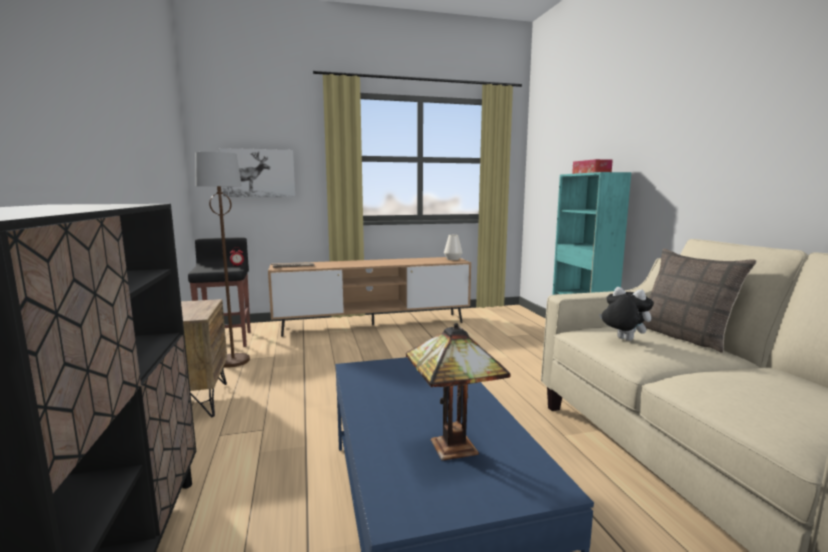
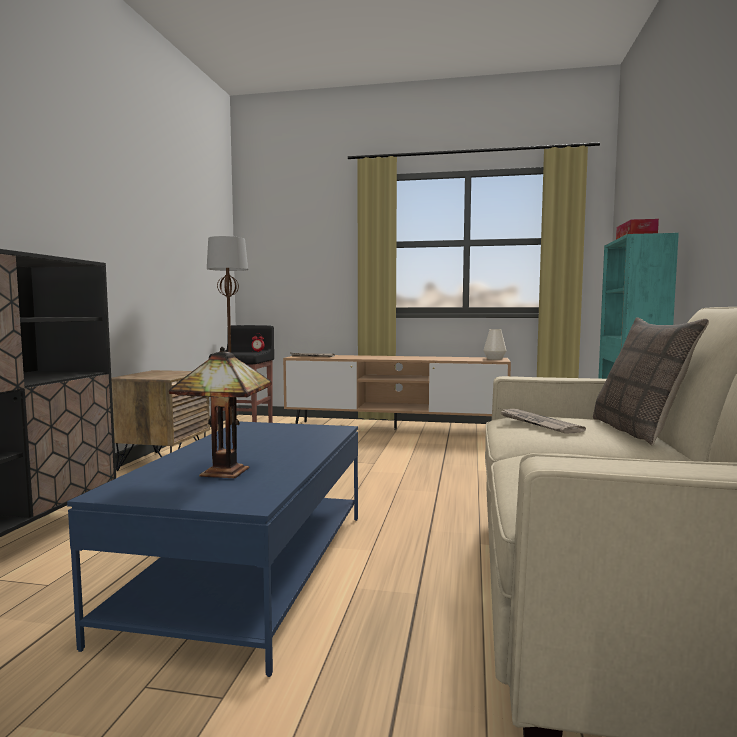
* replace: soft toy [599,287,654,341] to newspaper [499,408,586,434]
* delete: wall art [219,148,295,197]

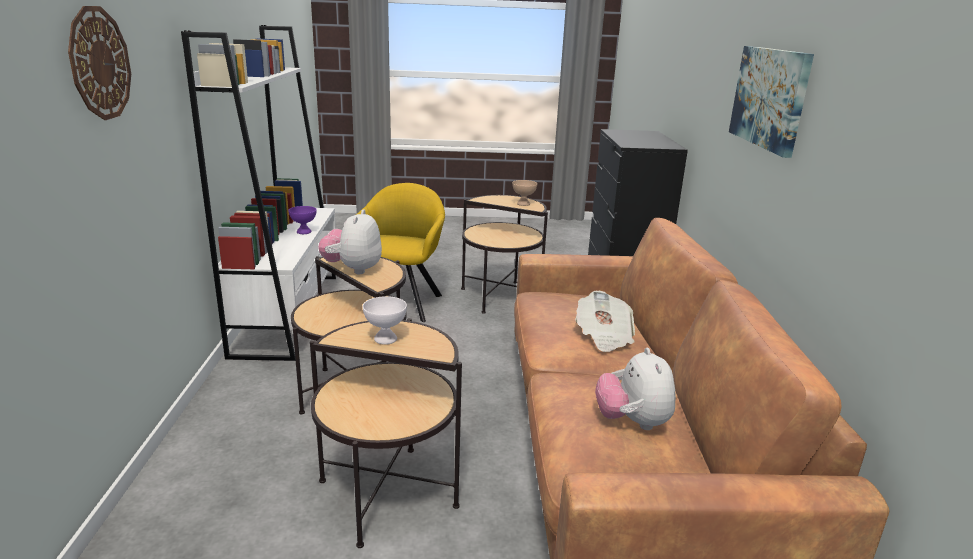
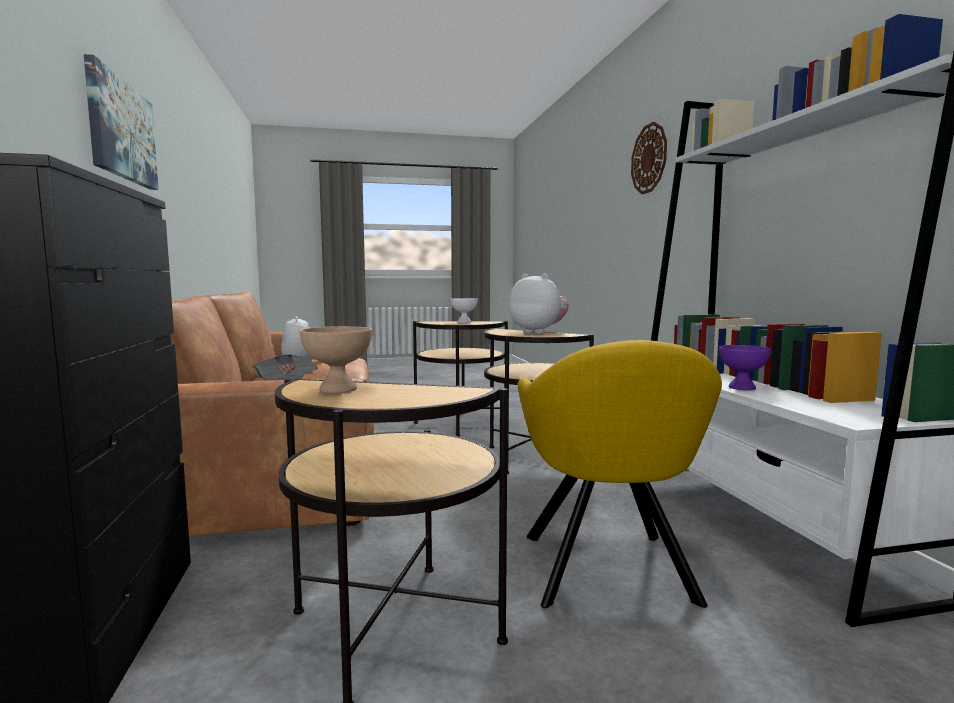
* rotate: soft toy [318,209,382,274] = [509,273,569,334] 45 degrees counterclockwise

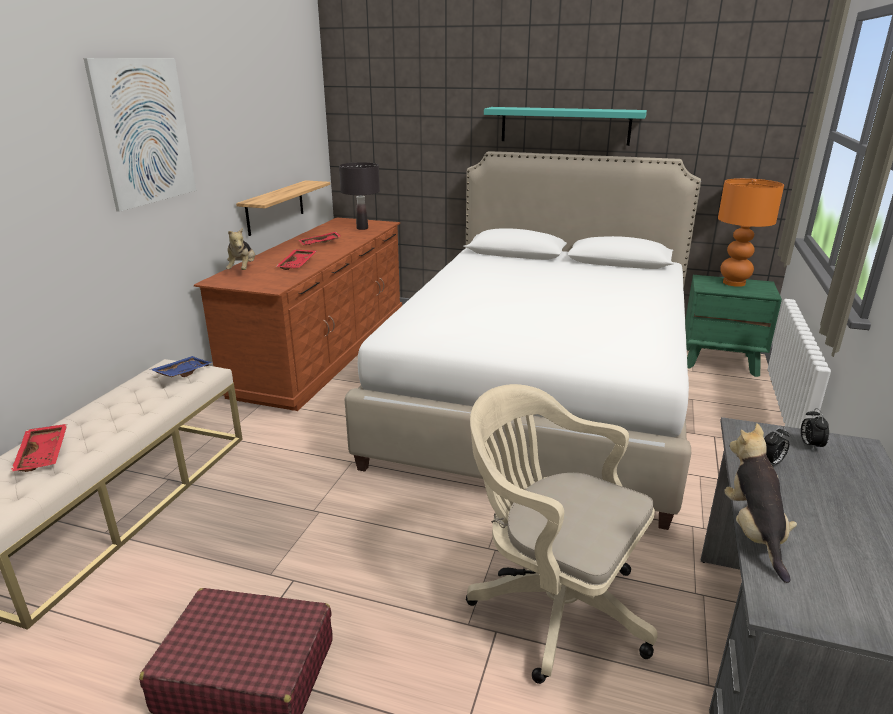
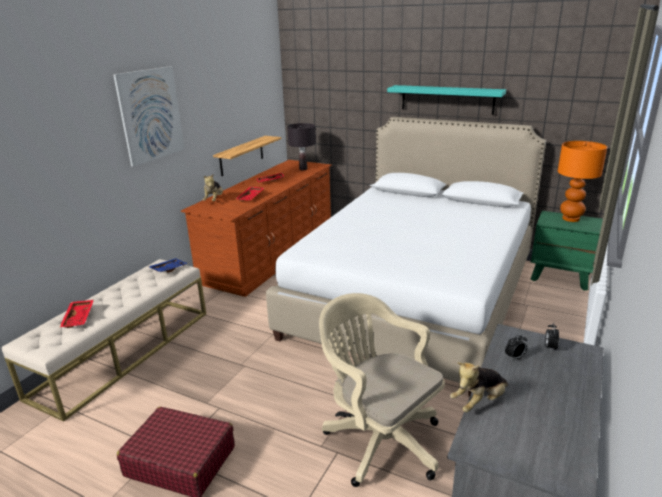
* rotate: soft toy [724,423,797,583] = [450,362,508,413] 135 degrees counterclockwise

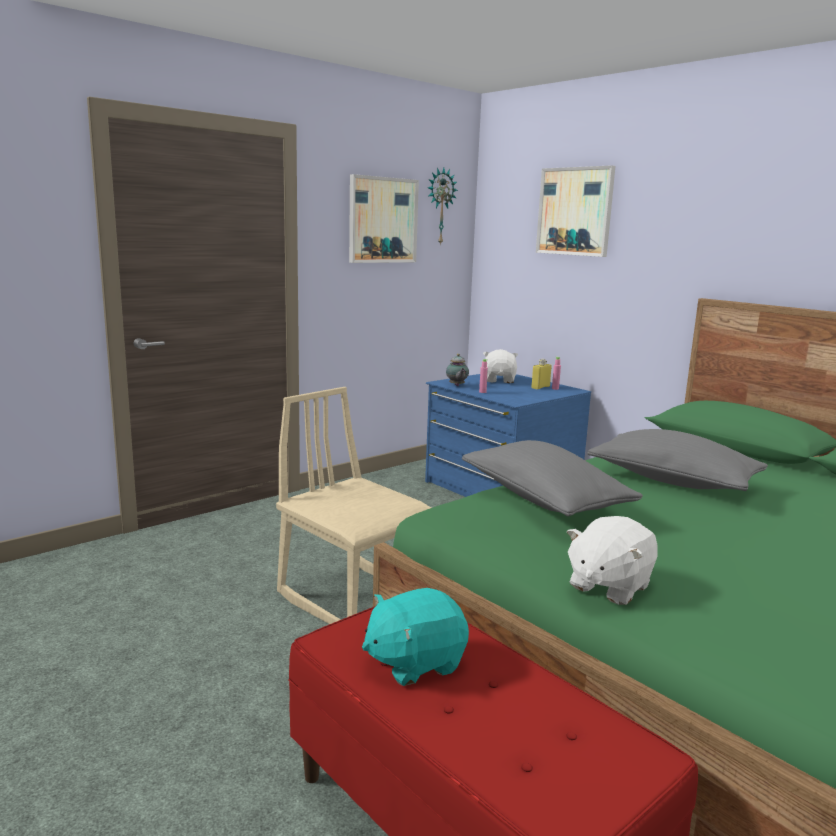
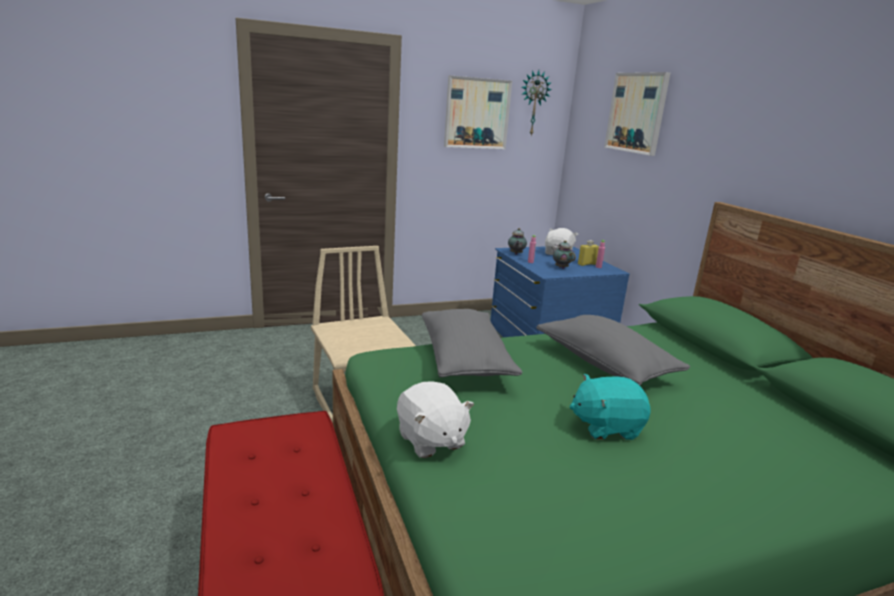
* rotate: white soft toy [567,516,657,605] = [397,382,474,458] 90 degrees counterclockwise
* insert: tea pot [551,240,576,269]
* move: turquoise soft toy [362,588,469,686] to [570,374,651,440]

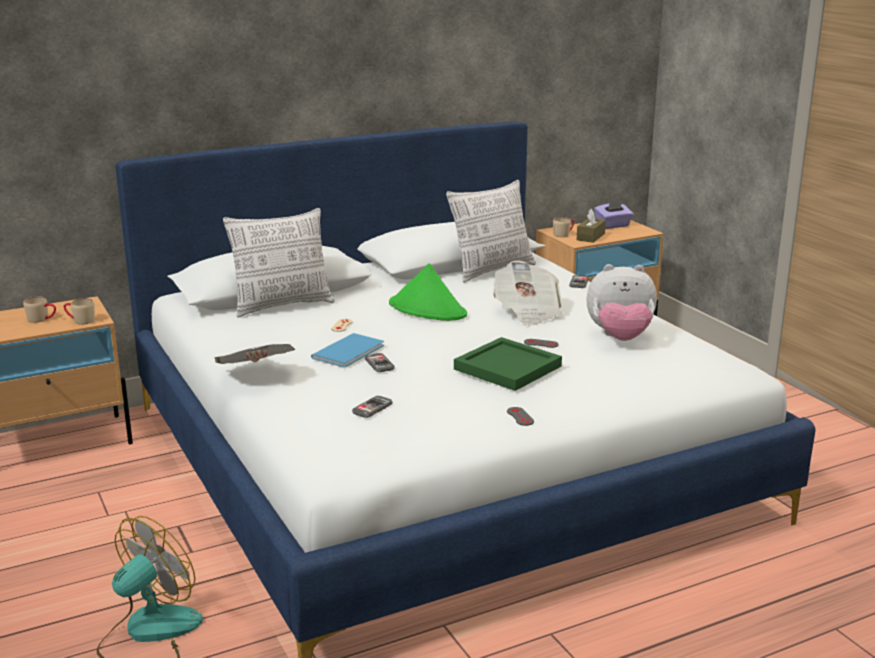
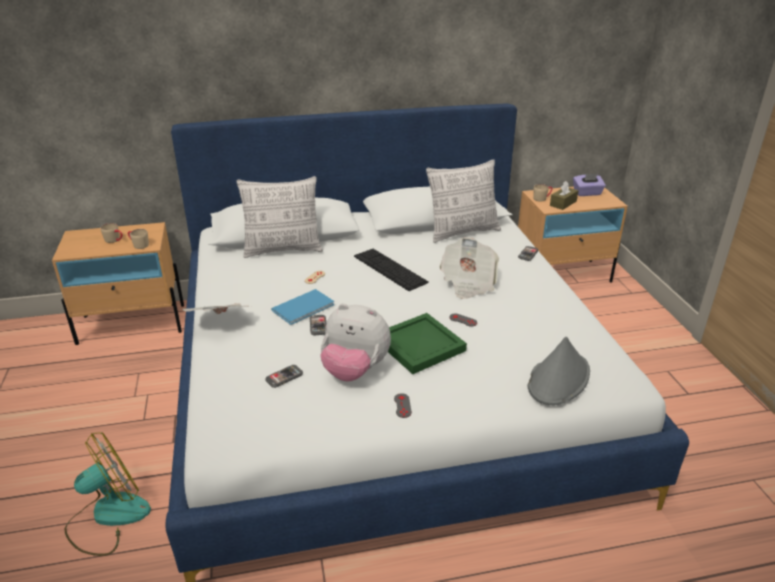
* move: soft toy [586,264,657,341] to [320,304,391,381]
* replace: green-coloured wearable hat [389,263,467,321] to PC keyboard [354,249,429,291]
* insert: greyish wearable hat [528,337,590,405]

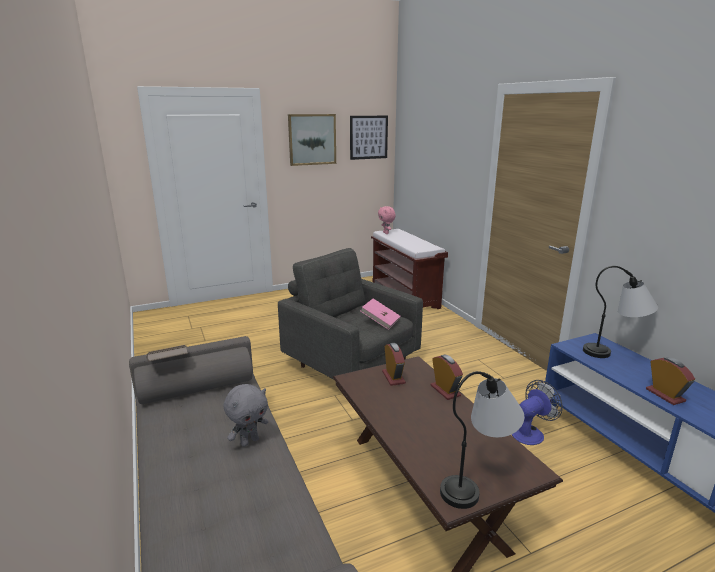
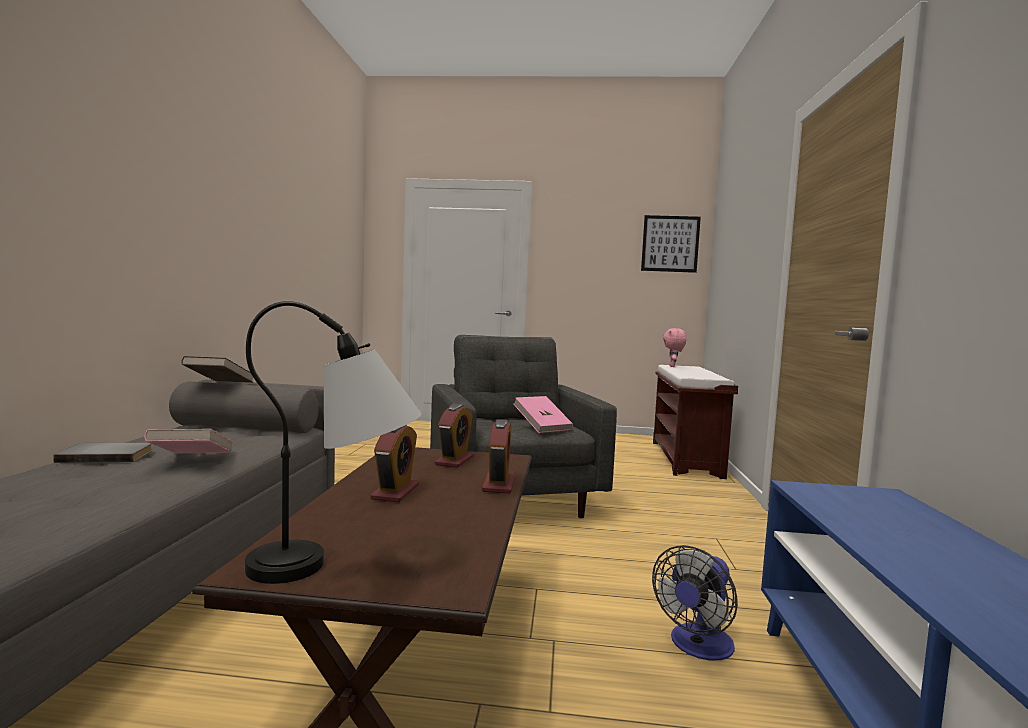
* insert: greyish volume [53,443,152,463]
* replace: greyish soft toy [224,384,268,447] to pinkish volume [144,429,233,453]
* move: table clock [646,357,695,405] to [370,425,419,502]
* rotate: fan [512,380,563,445] = [652,545,738,661] 135 degrees clockwise
* delete: wall art [288,114,336,166]
* delete: tabletop lamp [583,266,658,358]

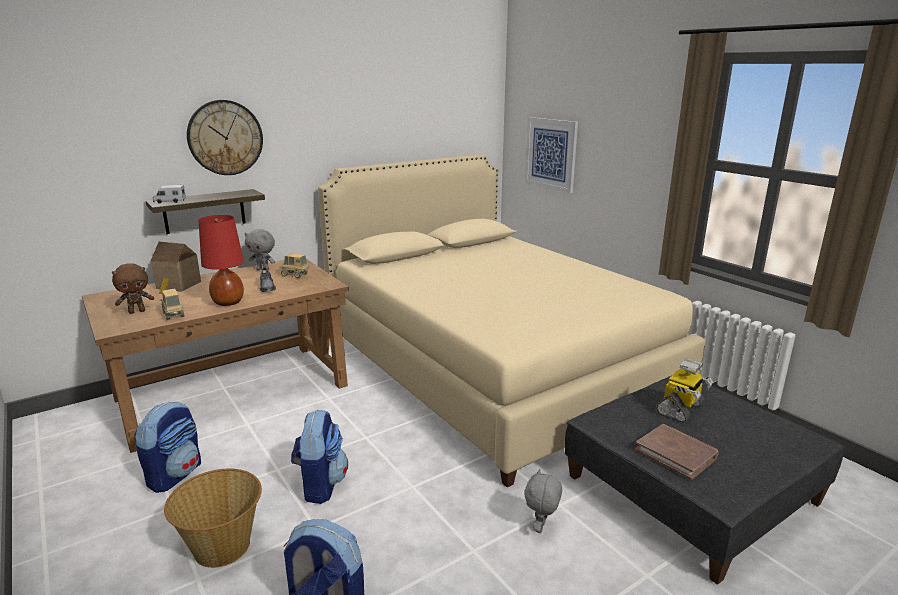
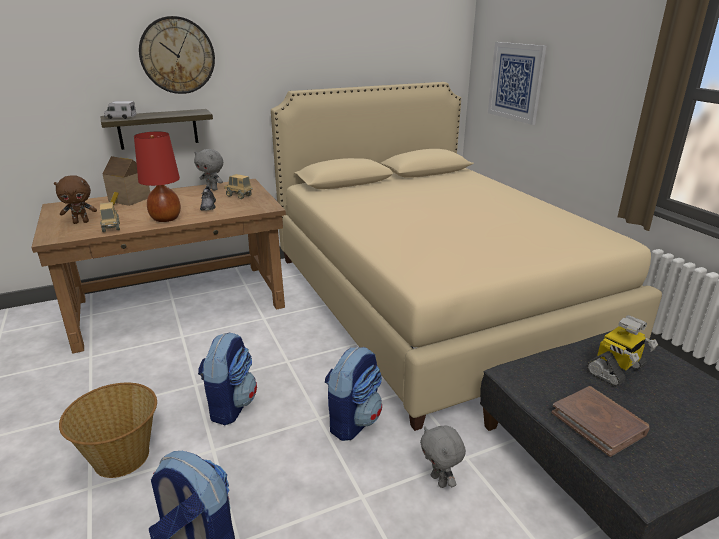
* move: backpack [134,402,201,493] to [325,347,382,441]
* rotate: greyish soft toy [524,469,562,533] = [420,426,466,488] 60 degrees counterclockwise

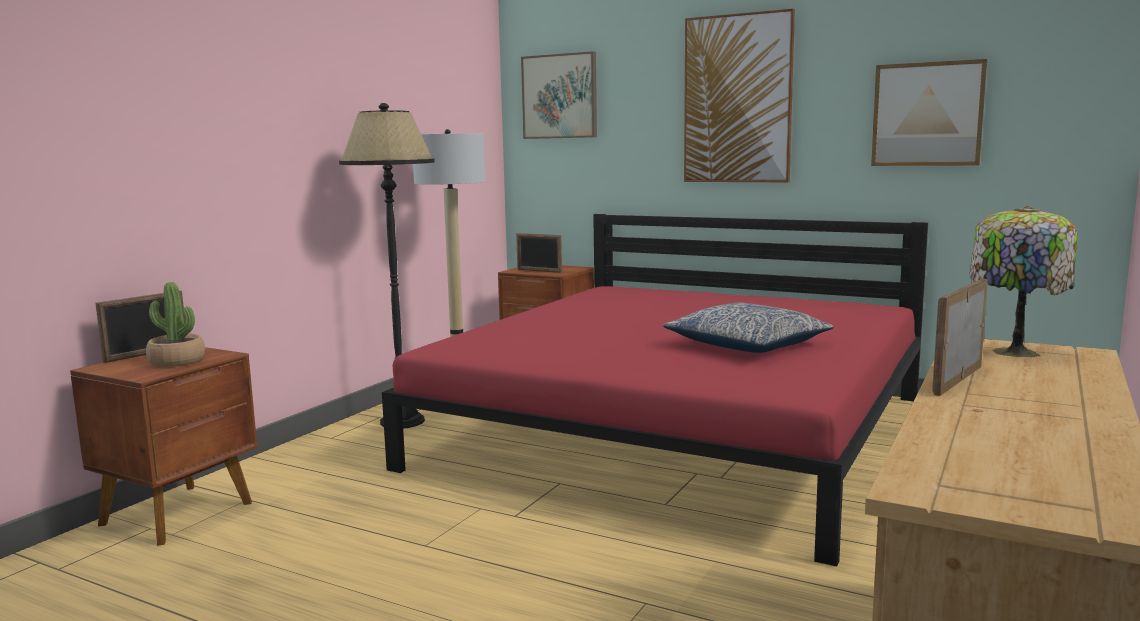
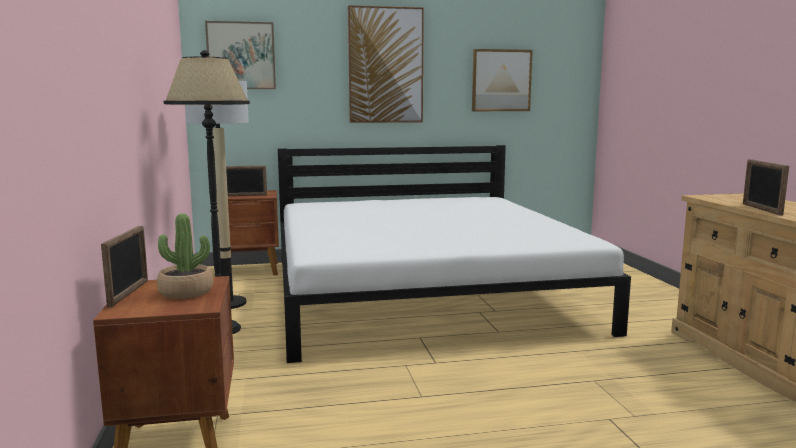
* recolor: red-coloured bed [382,214,928,566] to white bed [278,145,631,363]
* delete: cushion [663,303,834,353]
* delete: tabletop lamp [969,206,1078,357]

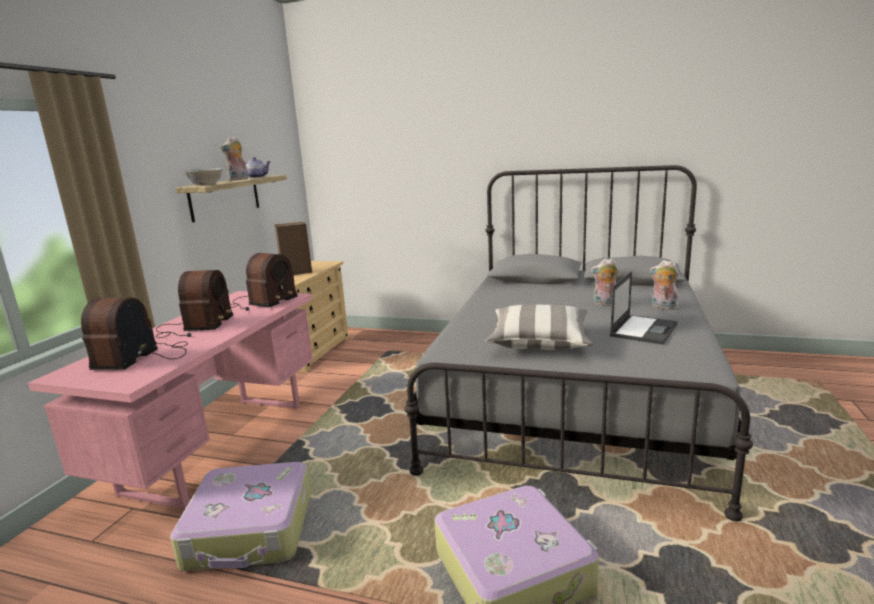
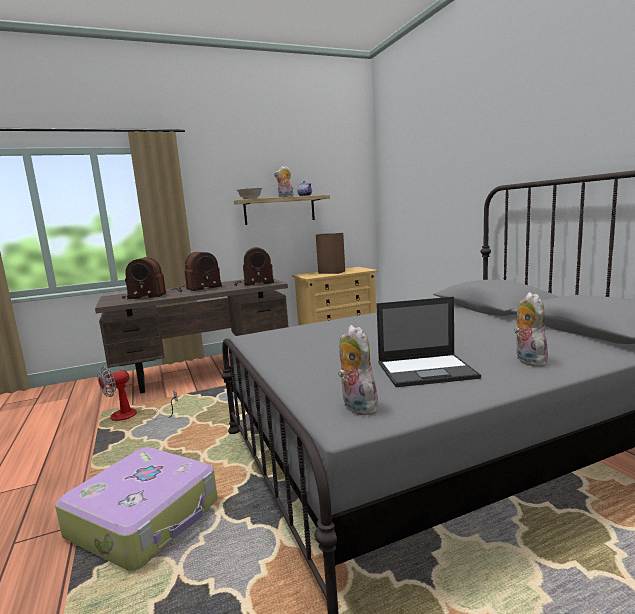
* recolor: pinkish desk table [28,291,313,510] to brownish desk table [95,278,288,394]
* replace: piece of luggage [170,462,311,571] to fan [98,366,178,421]
* rotate: radio [81,298,188,370] = [122,257,166,299] 150 degrees counterclockwise
* move: soft toy [591,259,619,306] to [338,325,381,415]
* delete: cushion [486,305,593,350]

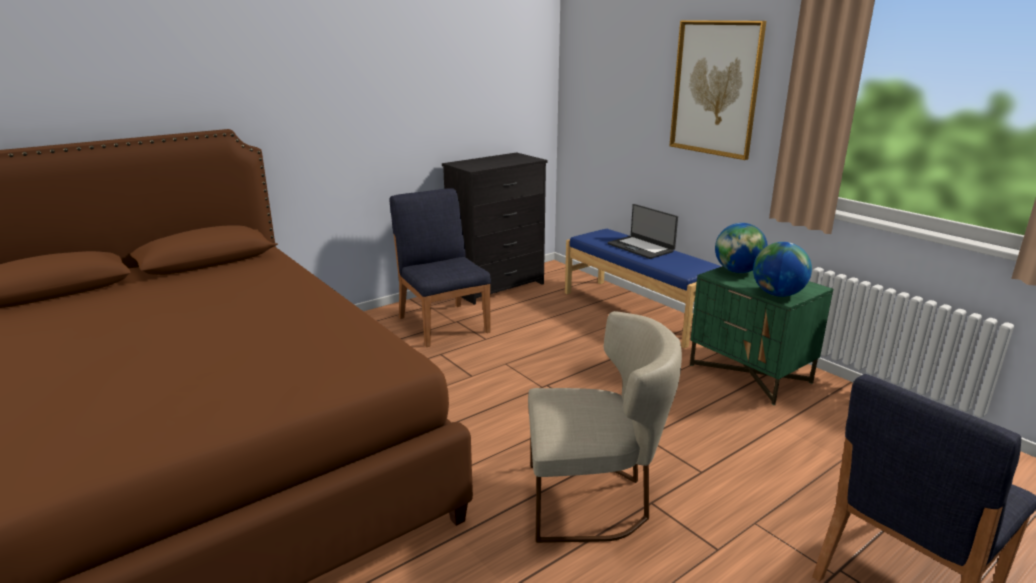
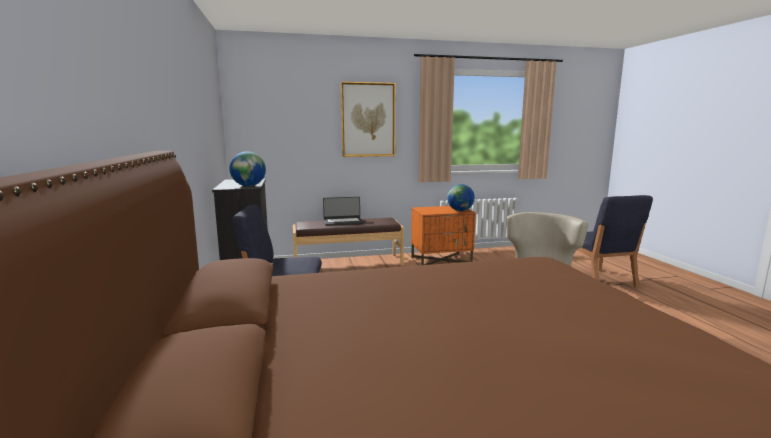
* move: globe [715,223,768,273] to [229,151,266,186]
* recolor: bluish bench [565,229,722,348] to brownish bench [293,217,404,266]
* recolor: green-coloured bedside table [690,266,833,405] to orange bedside table [411,206,476,265]

